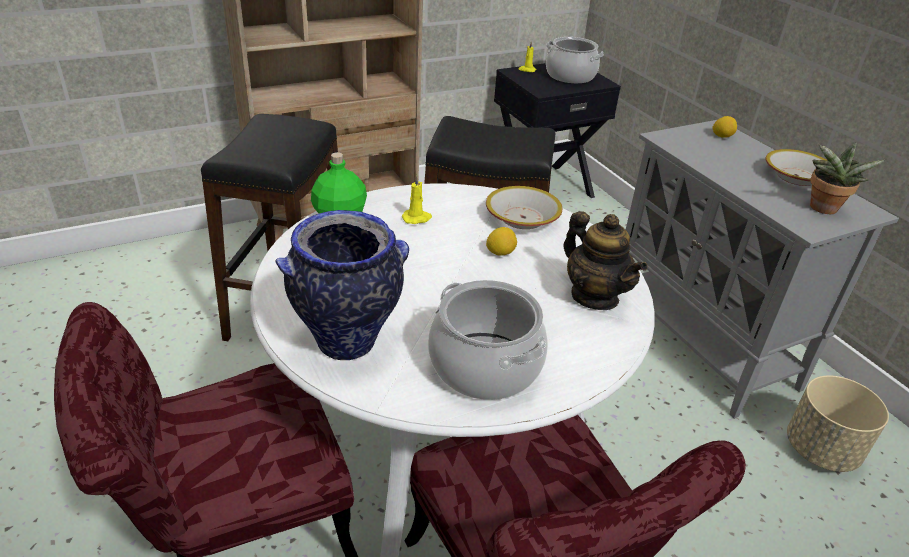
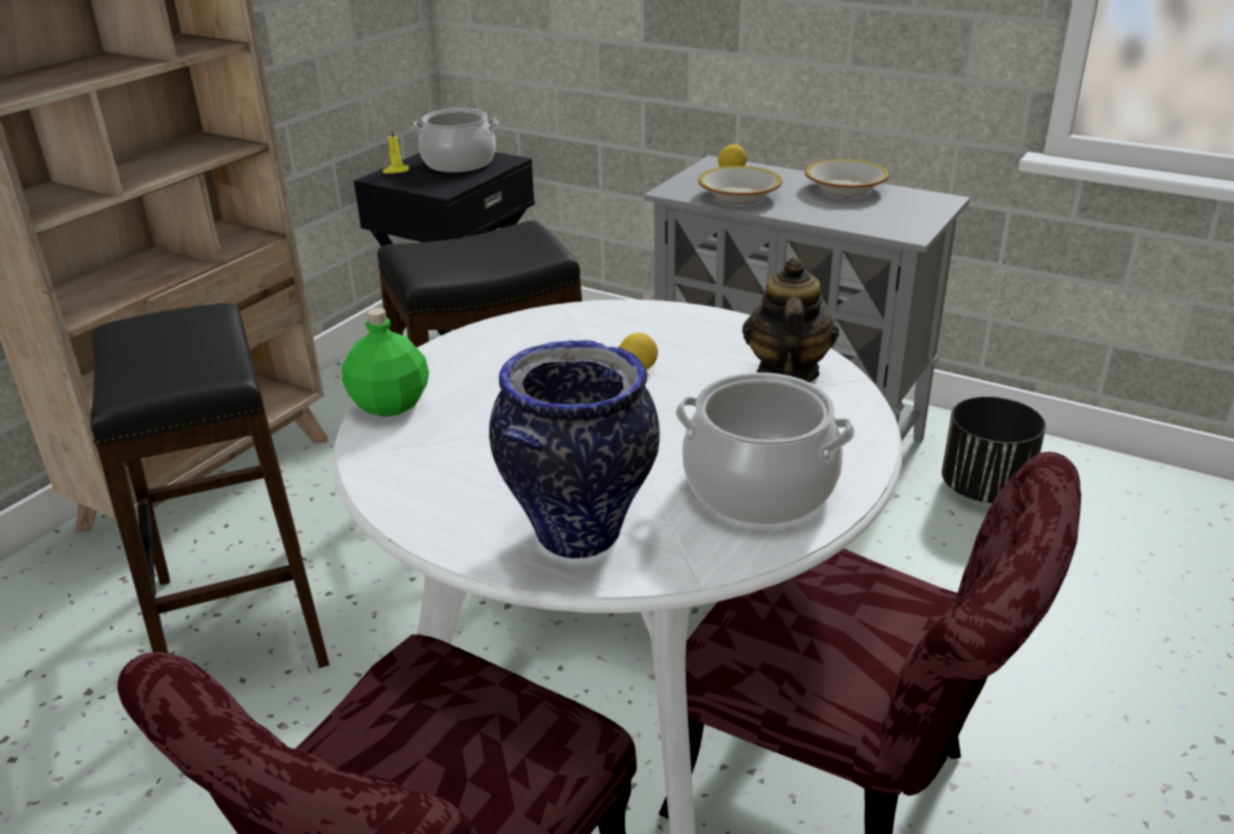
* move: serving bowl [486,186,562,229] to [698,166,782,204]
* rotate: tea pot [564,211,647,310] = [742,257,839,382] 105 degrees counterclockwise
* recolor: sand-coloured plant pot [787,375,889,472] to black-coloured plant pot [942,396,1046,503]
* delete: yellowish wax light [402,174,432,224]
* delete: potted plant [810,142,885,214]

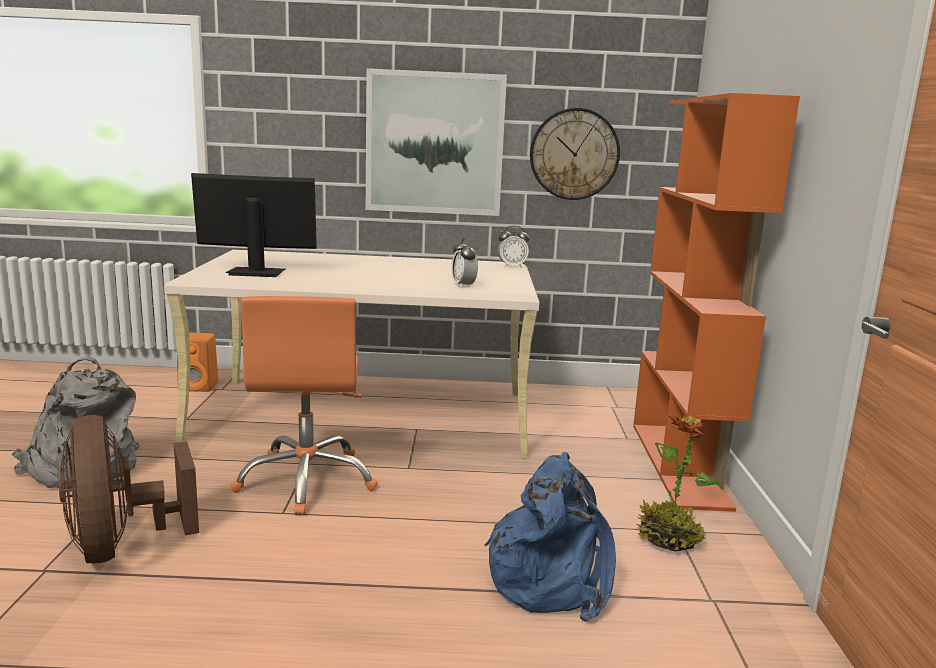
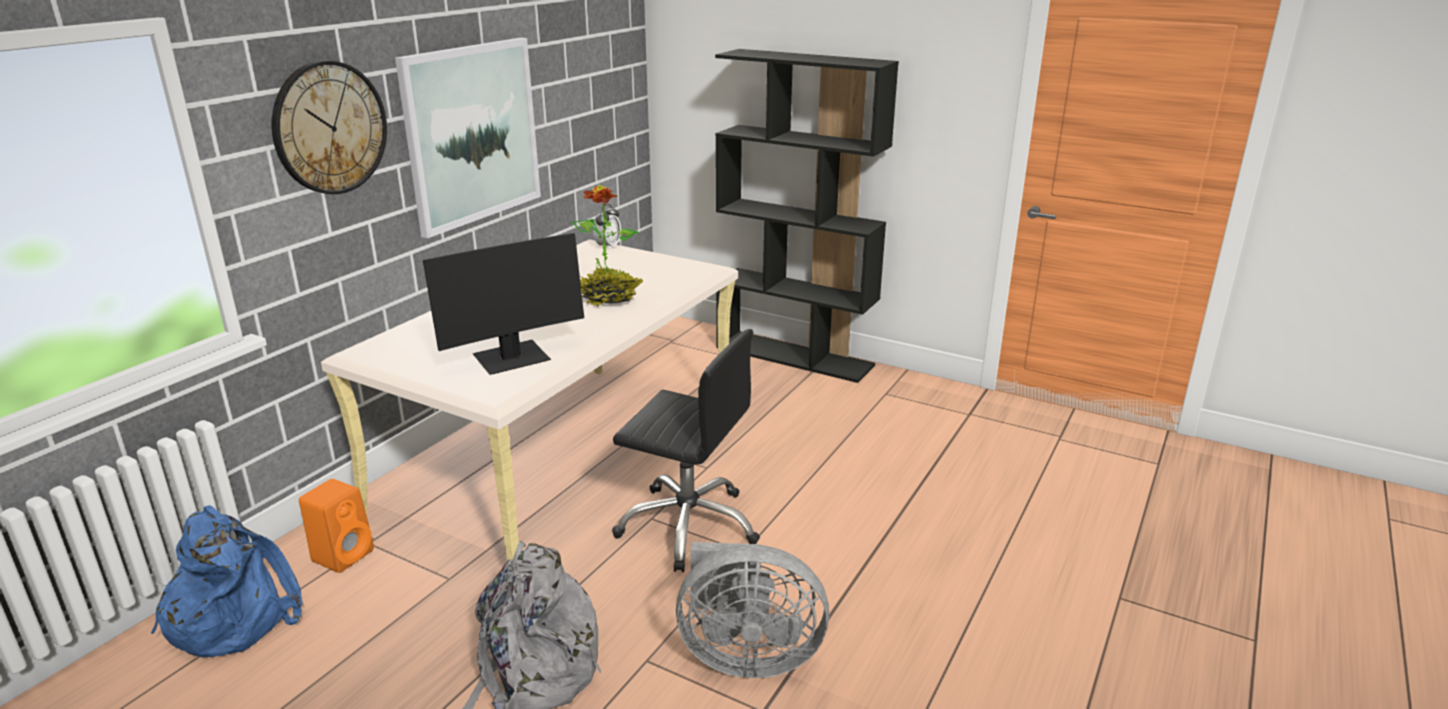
* move: bluish backpack [484,452,616,622] to [151,505,303,657]
* move: hanging clock [530,108,620,200] to [272,60,387,194]
* rotate: computer screen [191,173,317,277] = [423,233,584,375] 150 degrees counterclockwise
* move: potted plant [637,415,720,552] to [572,185,643,307]
* recolor: orange computer chair [230,296,378,515] to black-coloured computer chair [612,329,760,572]
* recolor: brownish fan [59,415,199,564] to greyish fan [676,542,829,678]
* recolor: orange bookcase [633,93,800,512] to black-coloured bookcase [715,49,899,383]
* delete: table clock [451,238,478,288]

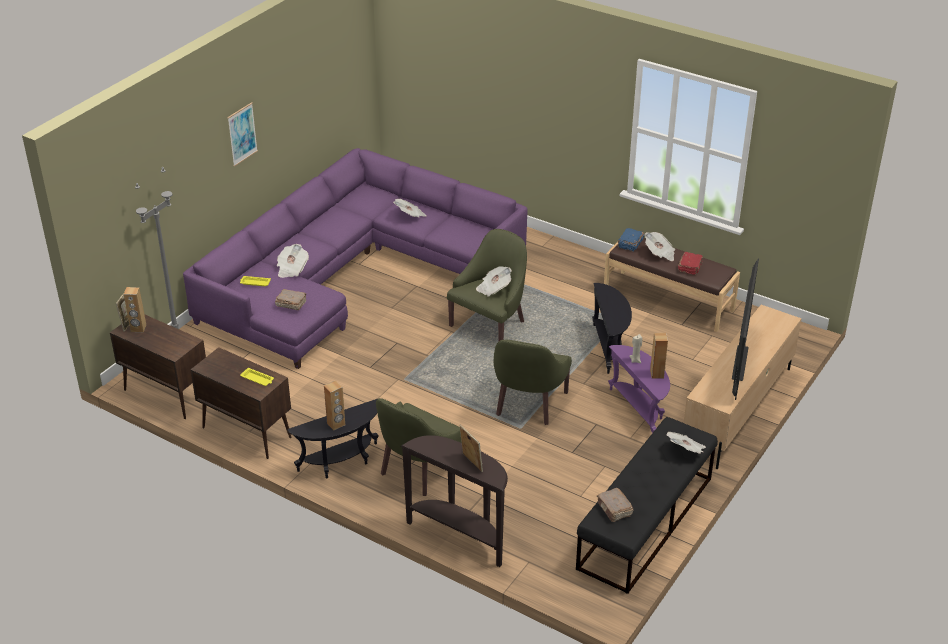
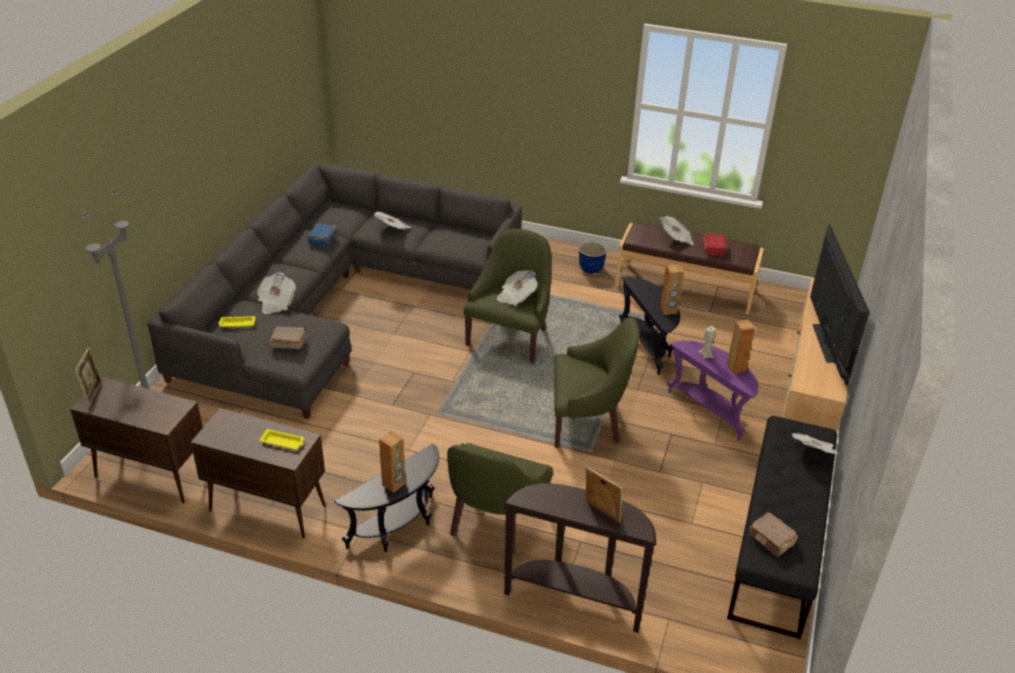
* recolor: purplish sofa [183,148,528,369] to greyish sofa [147,163,522,419]
* move: bluish volume [617,228,644,252] to [308,223,337,248]
* rotate: green-coloured armchair [494,340,572,425] = [554,318,639,448] 90 degrees counterclockwise
* insert: plant pot [579,242,607,274]
* move: brownish loudspeaker [124,287,146,332] to [660,264,684,315]
* delete: wall art [227,102,258,167]

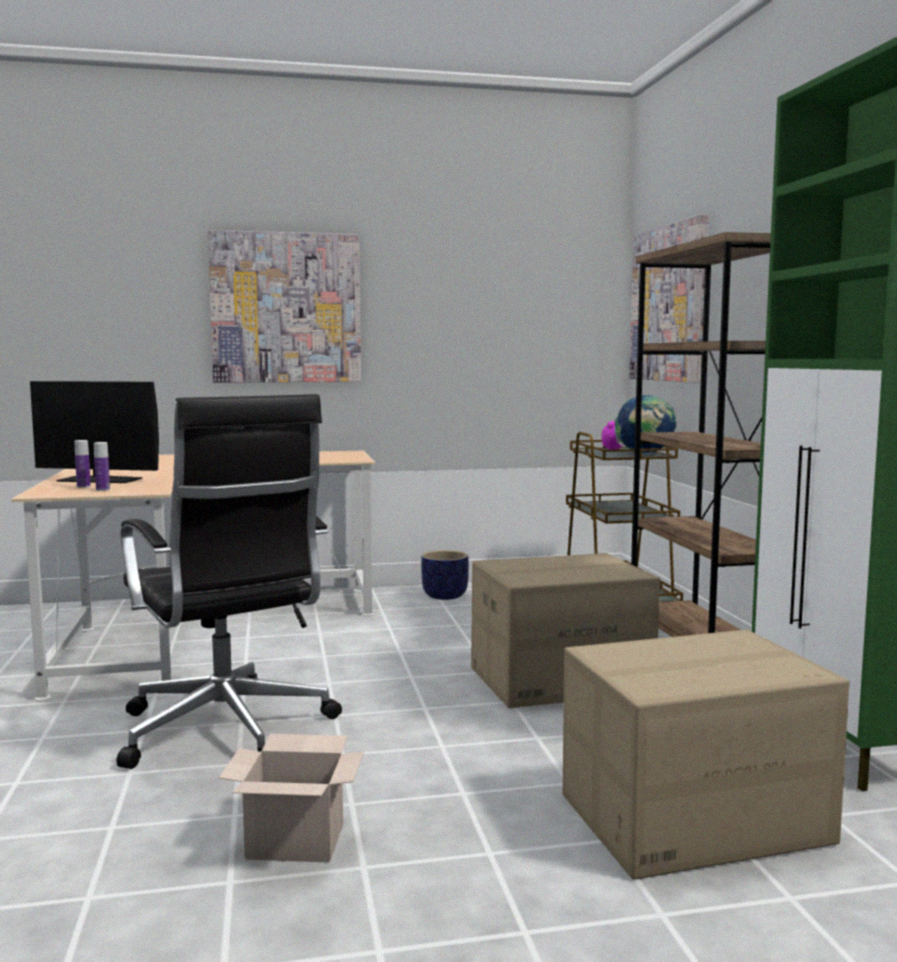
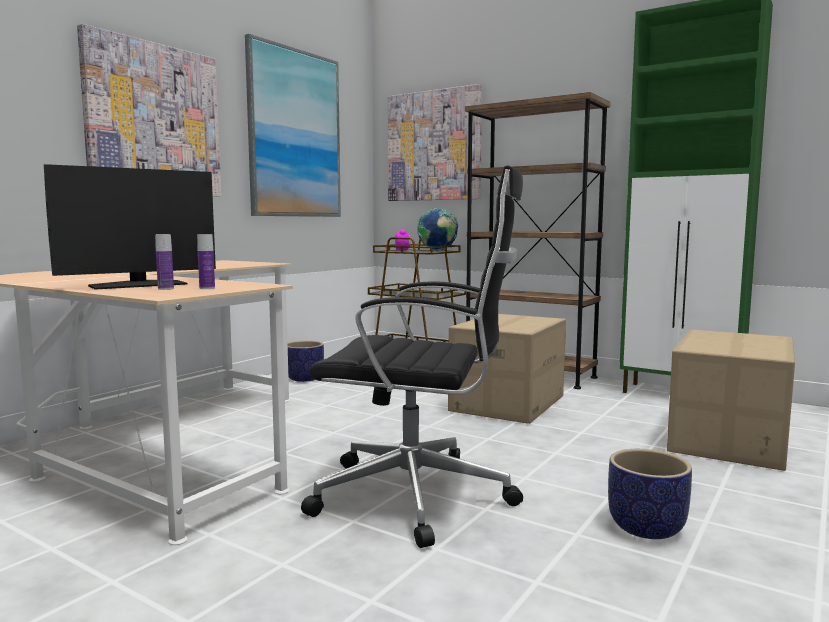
* insert: wall art [245,34,341,217]
* replace: carton [219,734,364,863] to plant pot [608,449,692,539]

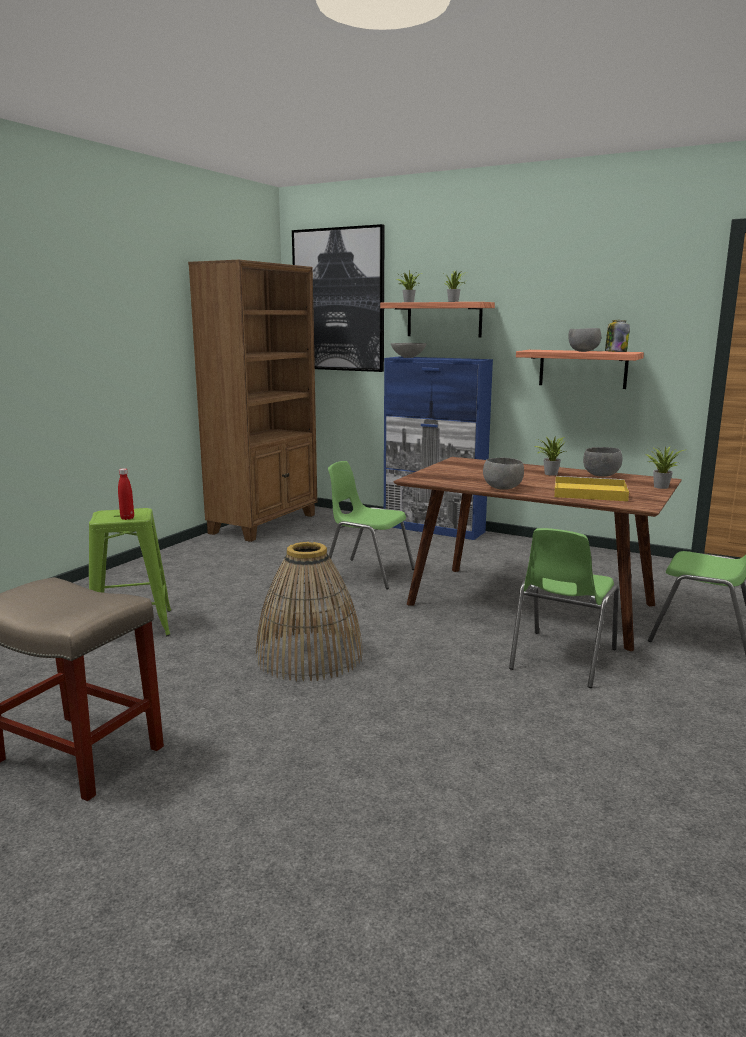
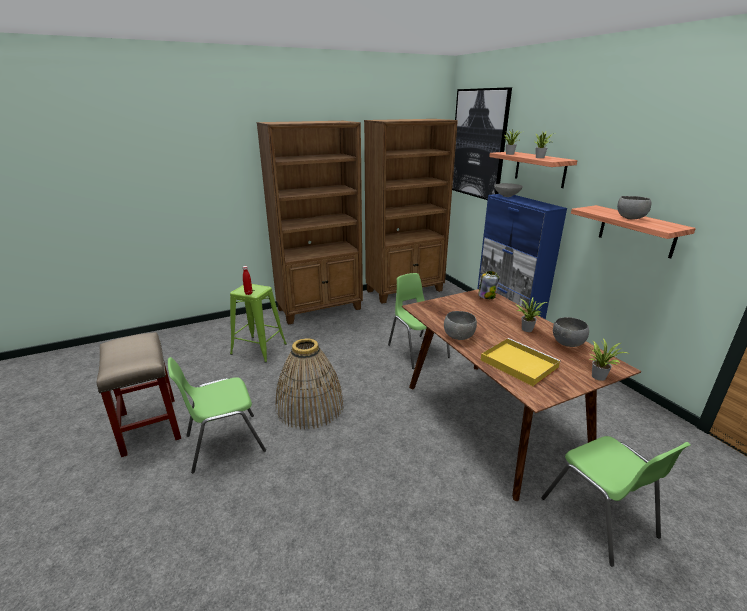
* move: green-coloured plain chair [509,528,619,688] to [168,357,266,473]
* insert: brownish bookcase [257,121,363,325]
* move: preserve jar [605,320,630,352] to [478,271,499,299]

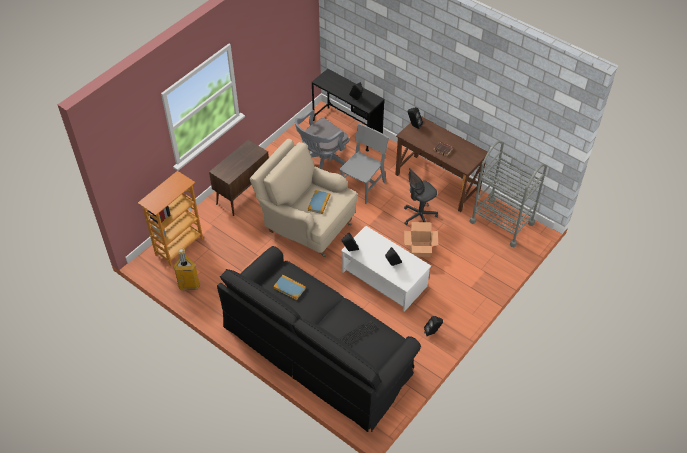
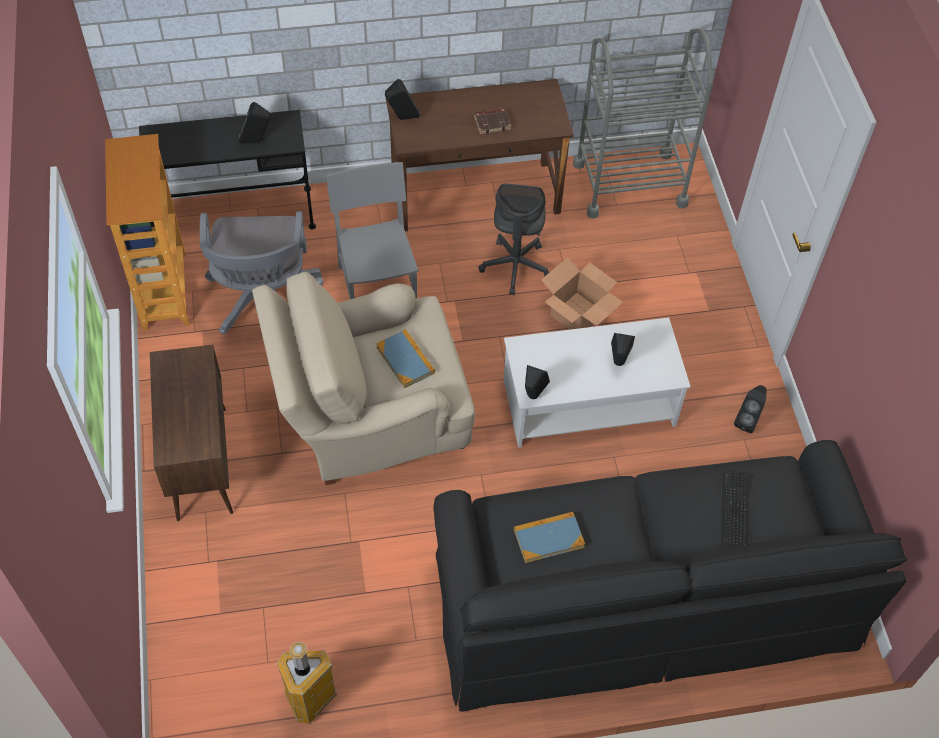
* move: bookcase [138,171,203,266] to [105,134,190,331]

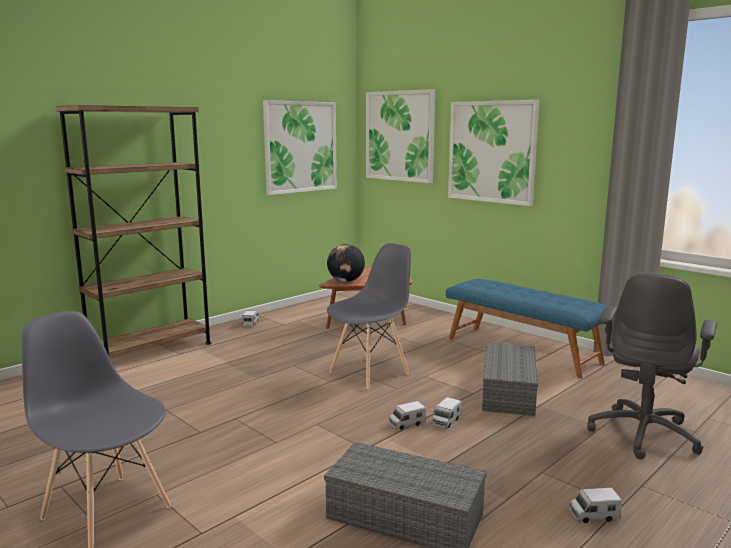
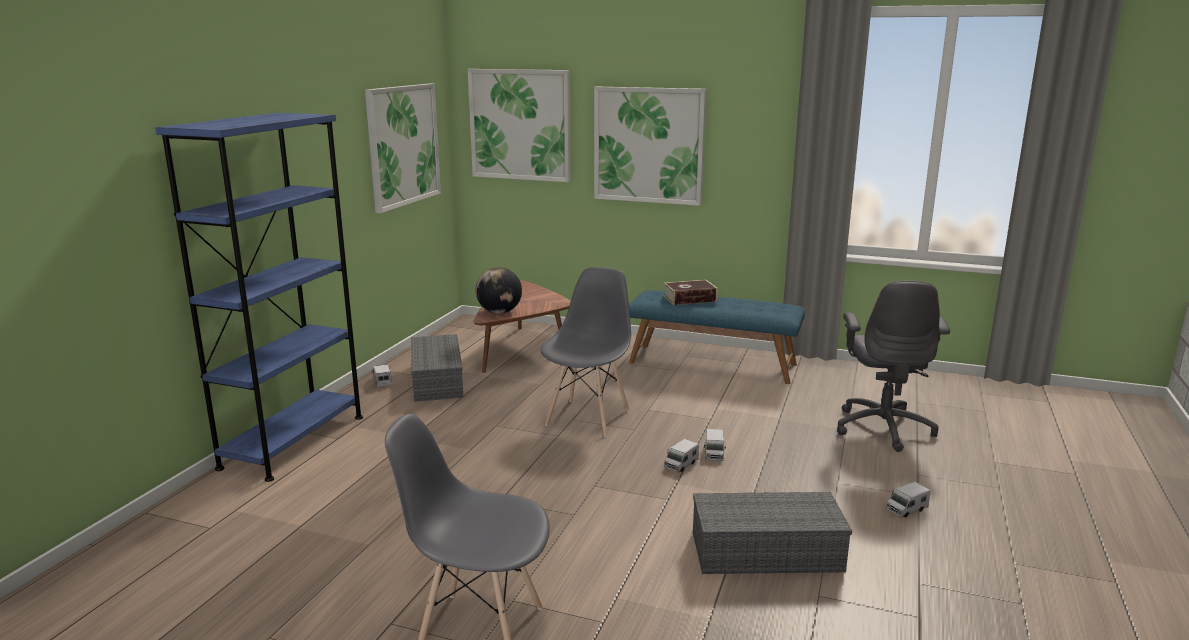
* recolor: brownish bookcase [56,105,211,357] to bluish bookcase [155,113,363,482]
* move: greyish storage box [482,343,538,416] to [411,334,463,402]
* insert: volume [664,280,718,305]

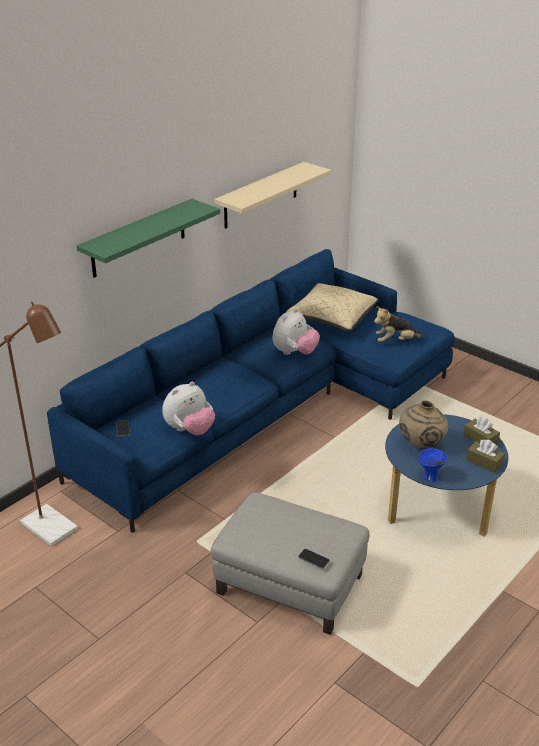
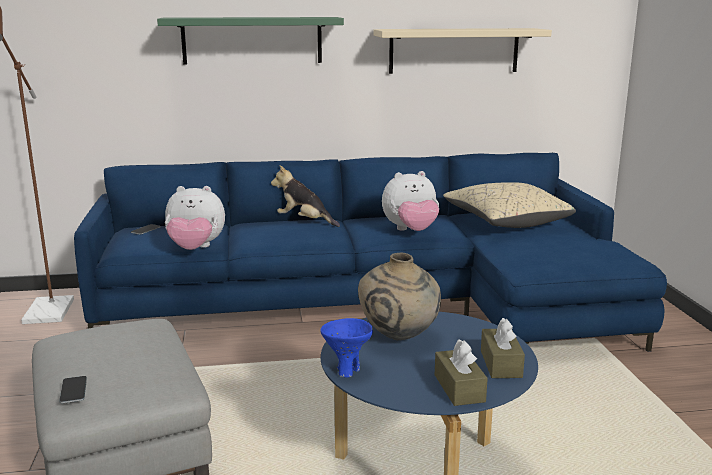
* move: soft toy [374,306,424,342] to [271,165,340,227]

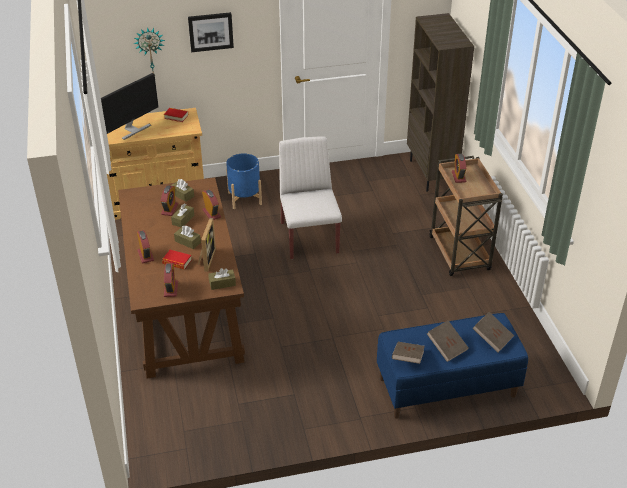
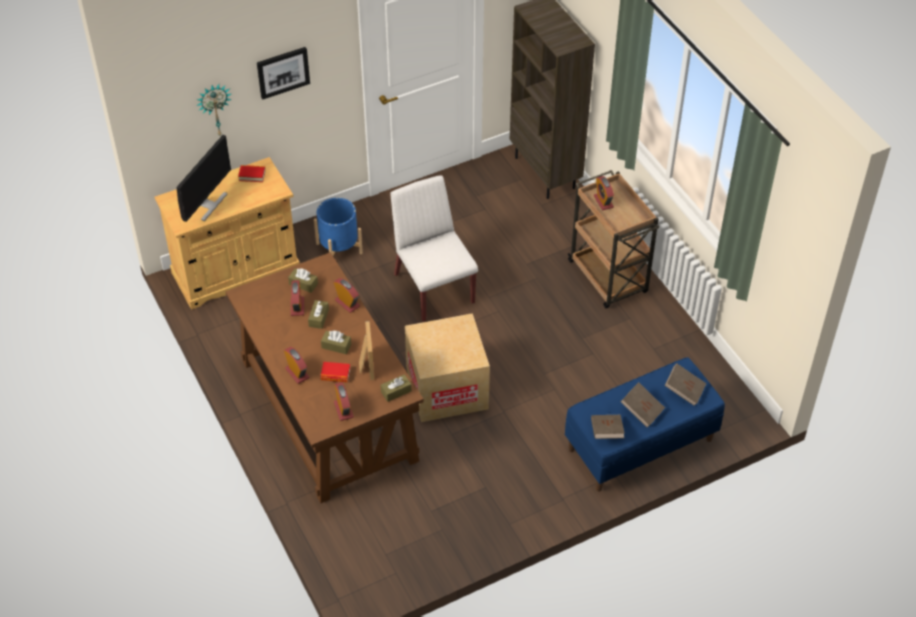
* insert: carton [405,313,490,422]

